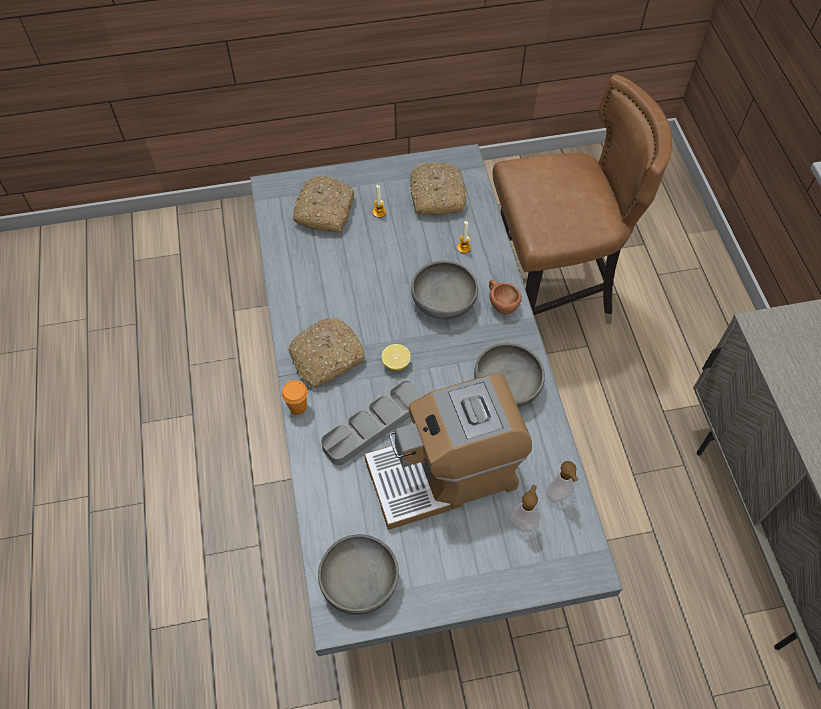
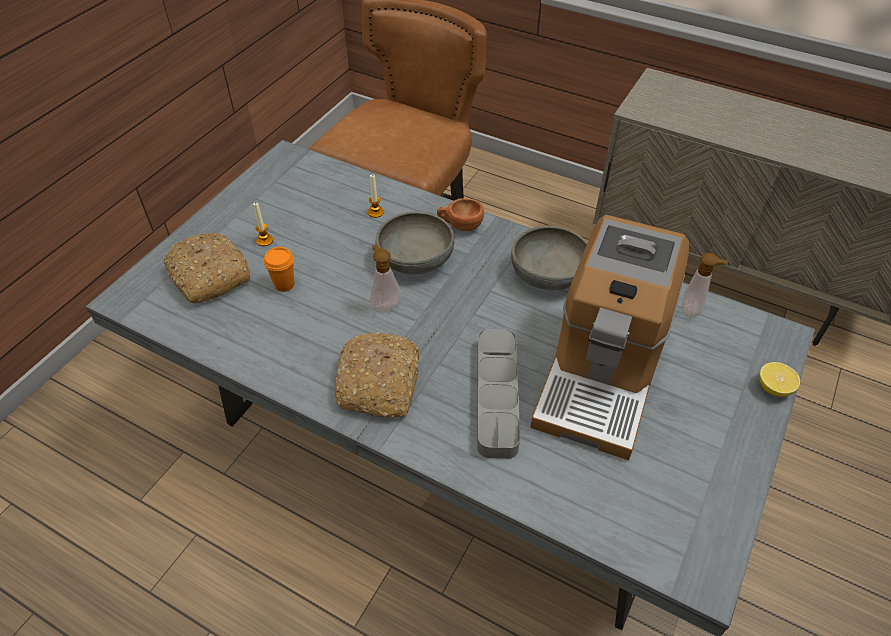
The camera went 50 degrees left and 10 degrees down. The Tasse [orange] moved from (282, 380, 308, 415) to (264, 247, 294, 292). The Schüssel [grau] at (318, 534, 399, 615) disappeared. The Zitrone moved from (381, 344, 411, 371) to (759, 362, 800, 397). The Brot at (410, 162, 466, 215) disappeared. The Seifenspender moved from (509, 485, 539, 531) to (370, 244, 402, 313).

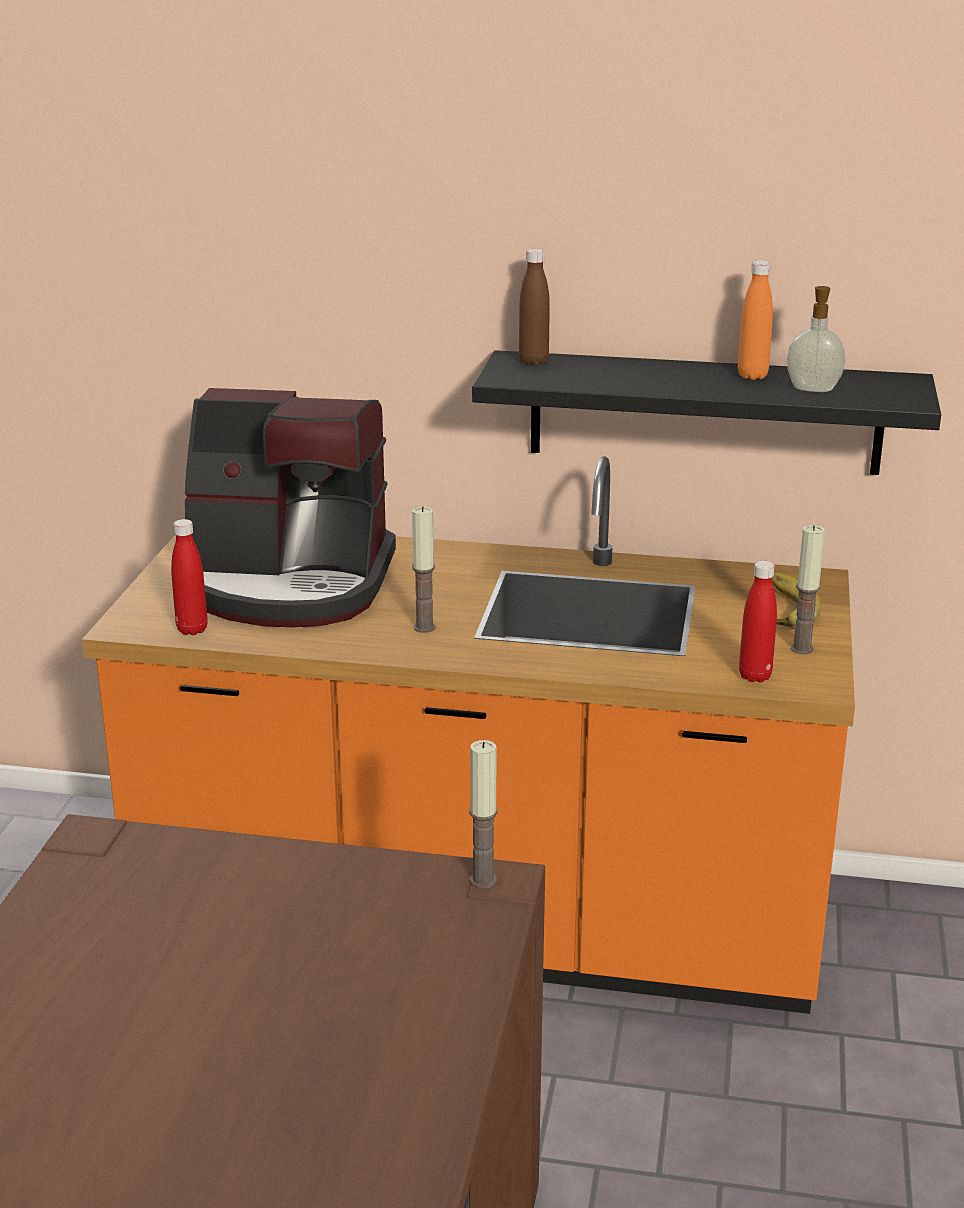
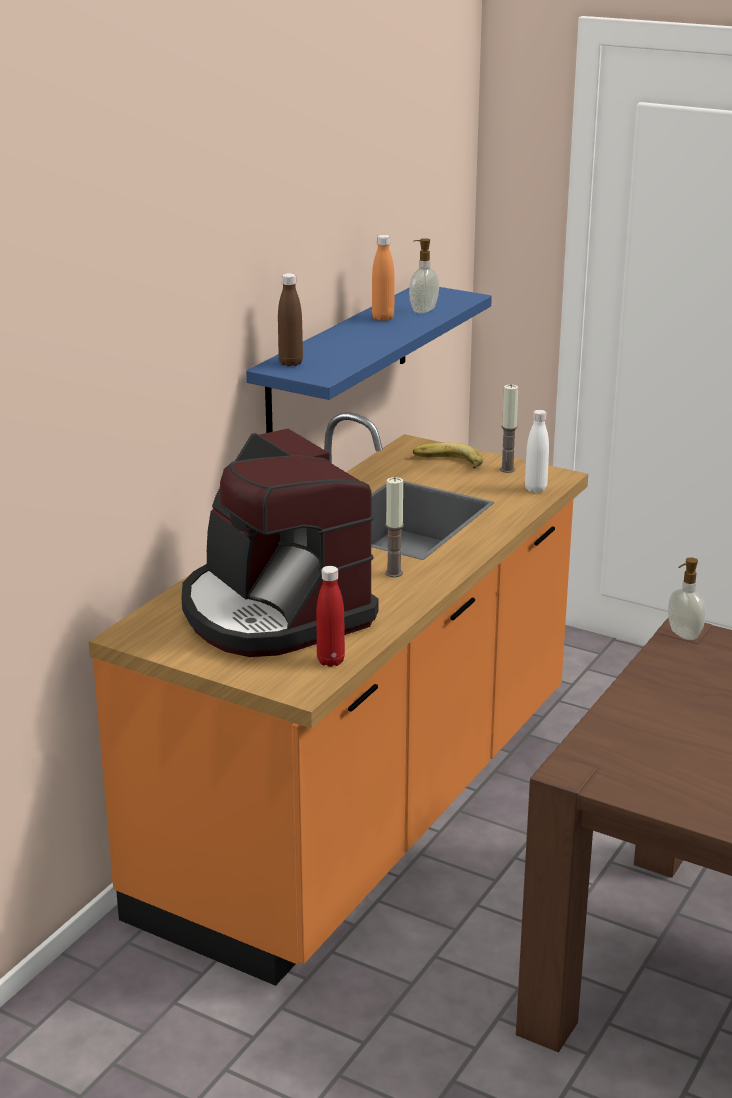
The camera went 70 degrees left and 0 degrees up. The Kaffeemaschine at (185, 388, 396, 627) turned 120 degrees clockwise. The Kerze at (469, 740, 498, 889) was replaced by the Seifenspender at (668, 557, 705, 640). The Wandregal [schwarz] at (472, 350, 941, 475) became the Wandregal [blau] at (246, 287, 492, 433). The Flasche [rot] at (739, 561, 777, 682) became the Flasche [weiß] at (525, 410, 549, 493).

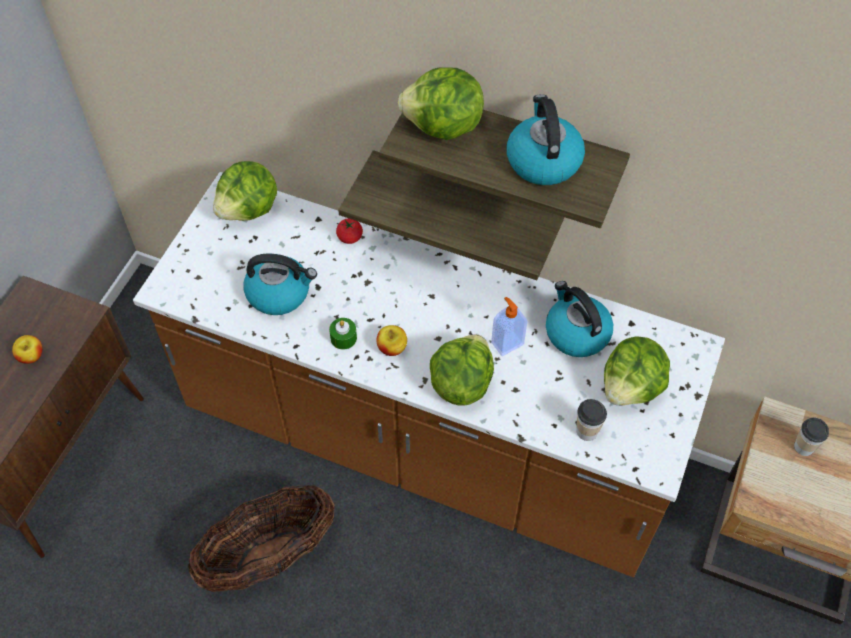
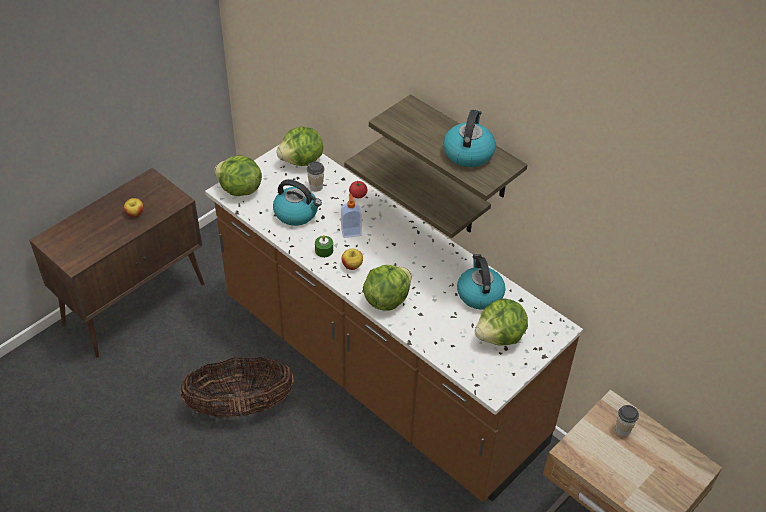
The camera went 20 degrees right and 10 degrees down. The Salatkopf moved from (398, 67, 484, 140) to (215, 155, 262, 196). The Seifenspender moved from (491, 297, 527, 356) to (341, 194, 362, 238). The Tasse moved from (576, 399, 607, 441) to (307, 161, 325, 192).

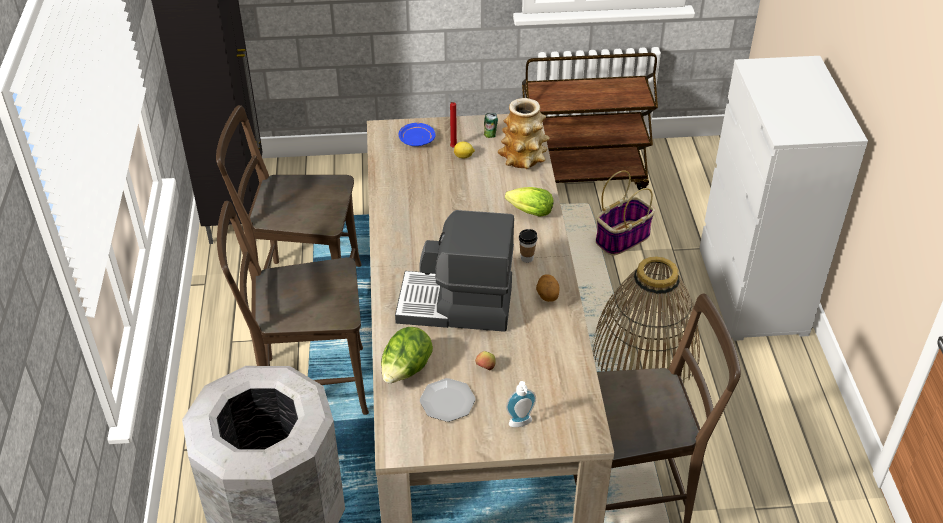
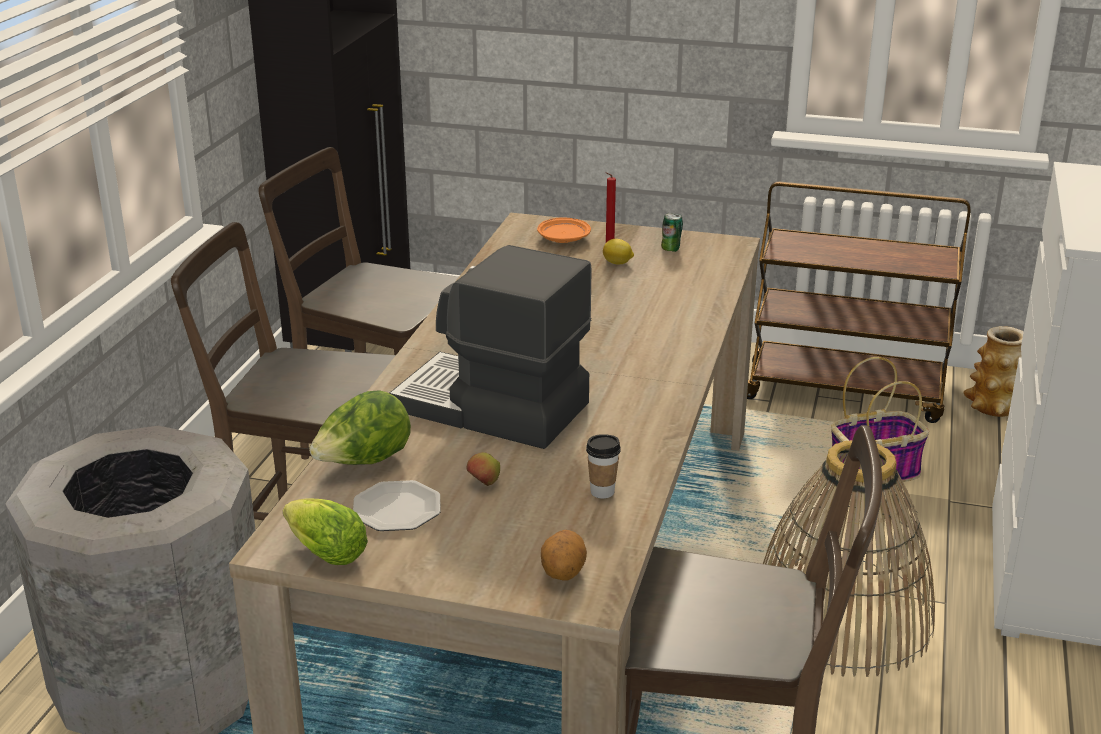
The camera went 20 degrees right and 15 degrees down. The Teller [blau] at (398, 123, 436, 146) became the Teller [orange] at (537, 218, 591, 243). The Vase moved from (498, 98, 550, 169) to (964, 326, 1024, 417). The Salatkopf moved from (505, 187, 554, 217) to (283, 498, 368, 565). The Seifenspender at (506, 381, 536, 427) disappeared. The Tasse moved from (519, 229, 538, 263) to (586, 434, 621, 499). The Kartoffel moved from (536, 274, 560, 302) to (541, 530, 587, 580).

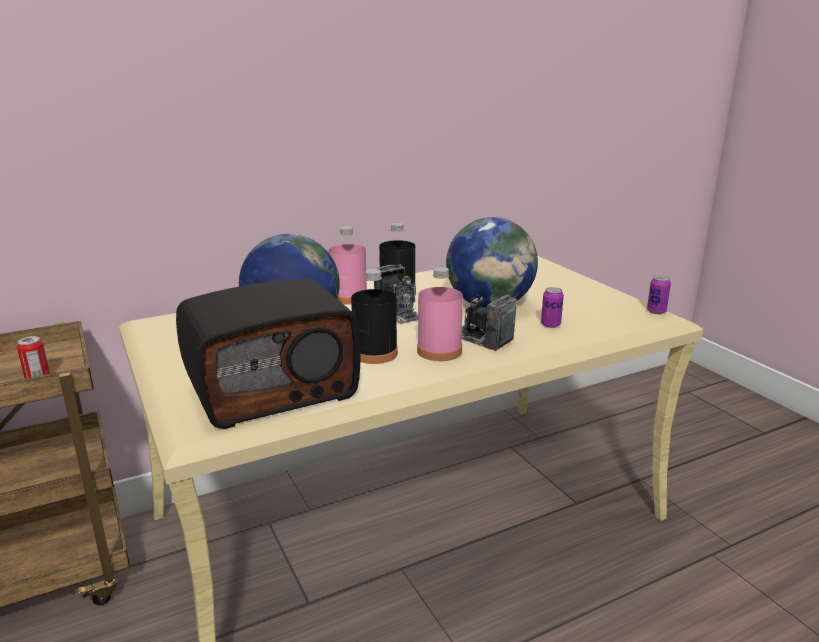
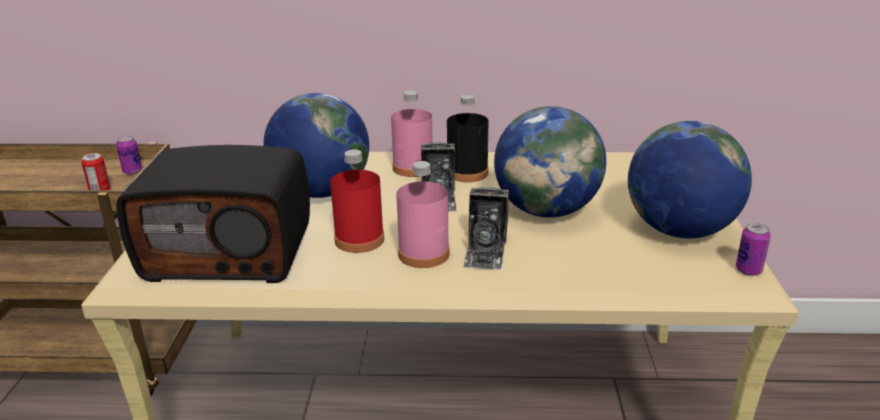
The camera went 30 degrees right and 5 degrees up. The Flasche [schwarz] at (351, 269, 398, 364) became the Flasche [rot] at (330, 149, 384, 253). The Kamera at (462, 295, 517, 351) turned 150 degrees counterclockwise. The Dose moved from (541, 287, 564, 328) to (116, 136, 142, 175). The Globus at (628, 121, 752, 238) appeared.

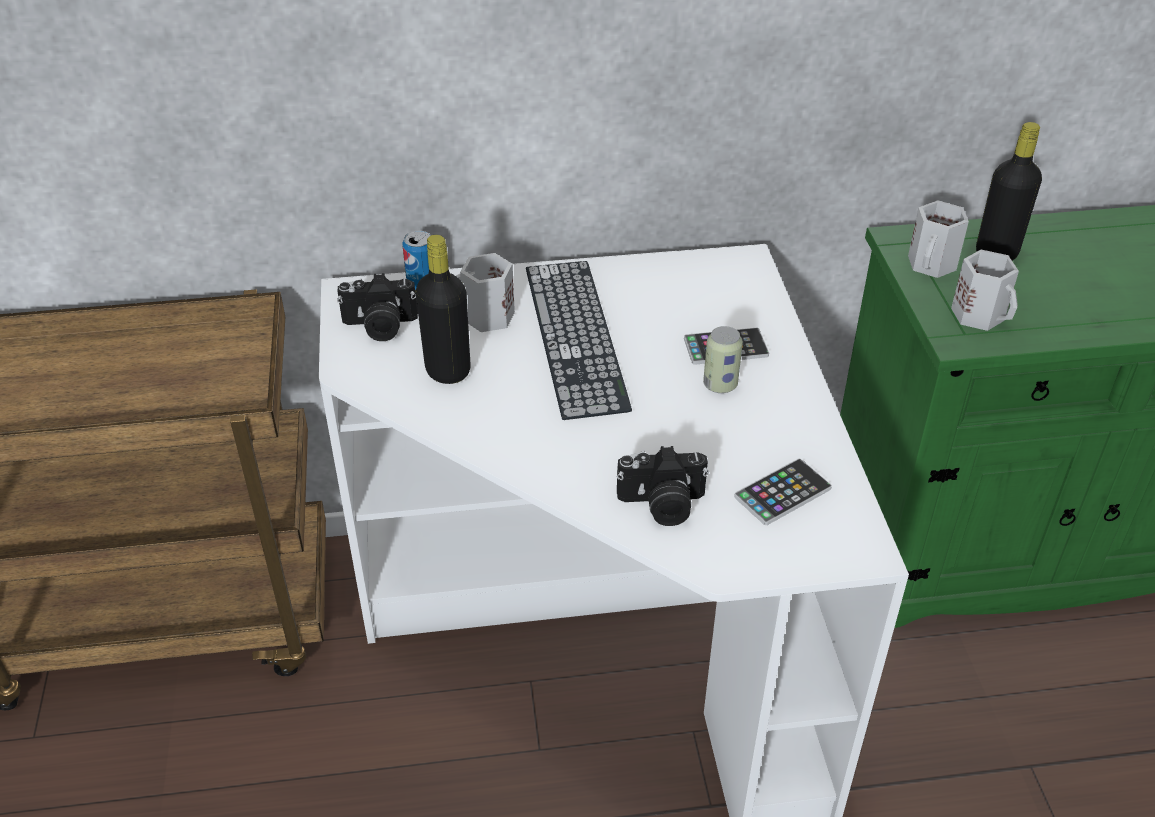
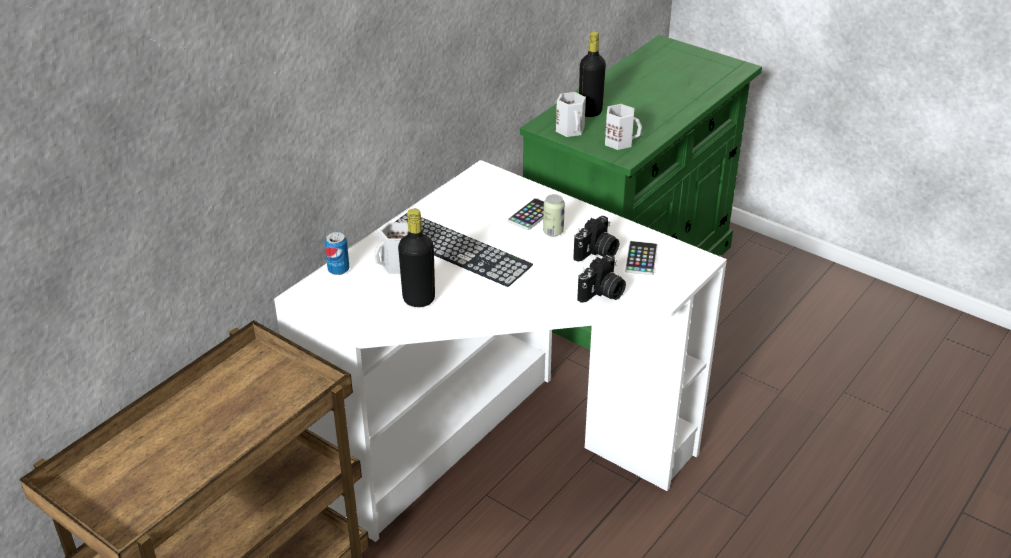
The camera went 45 degrees left and 5 degrees down. The Kamera moved from (337, 273, 418, 341) to (573, 216, 619, 262).

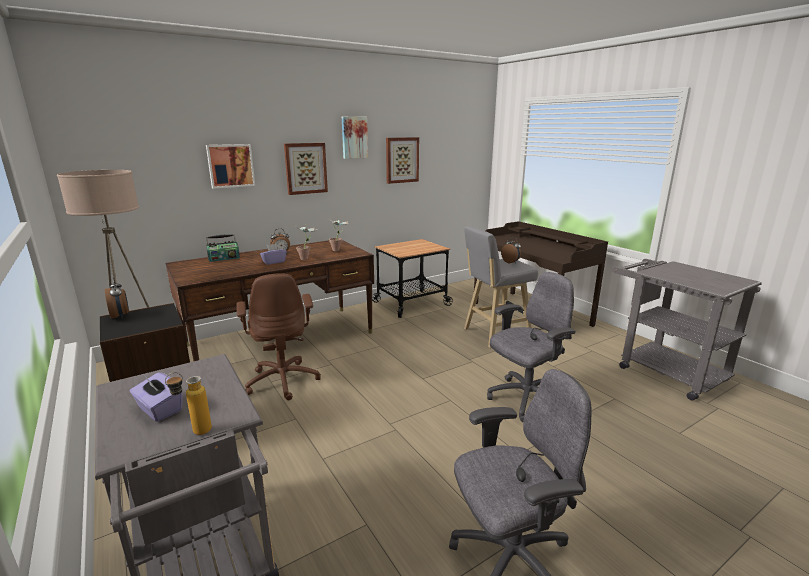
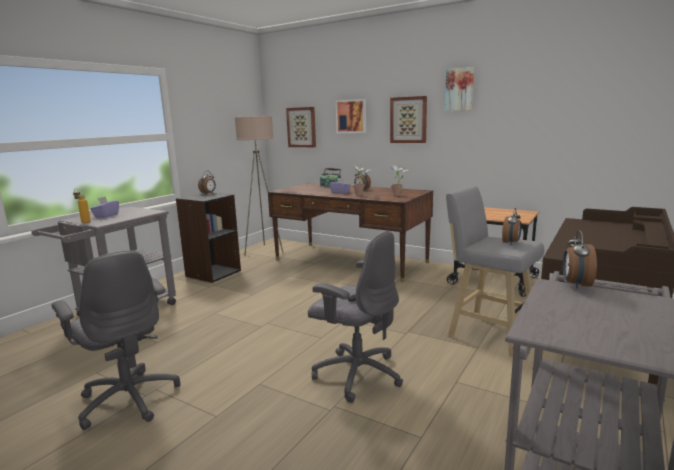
The camera went 65 degrees right and 5 degrees down. The Bürostuhl [braun] at (237, 273, 321, 400) disappeared. The Bild moved from (386, 137, 419, 184) to (286, 107, 316, 147). The Wecker at (563, 230, 597, 289) appeared.

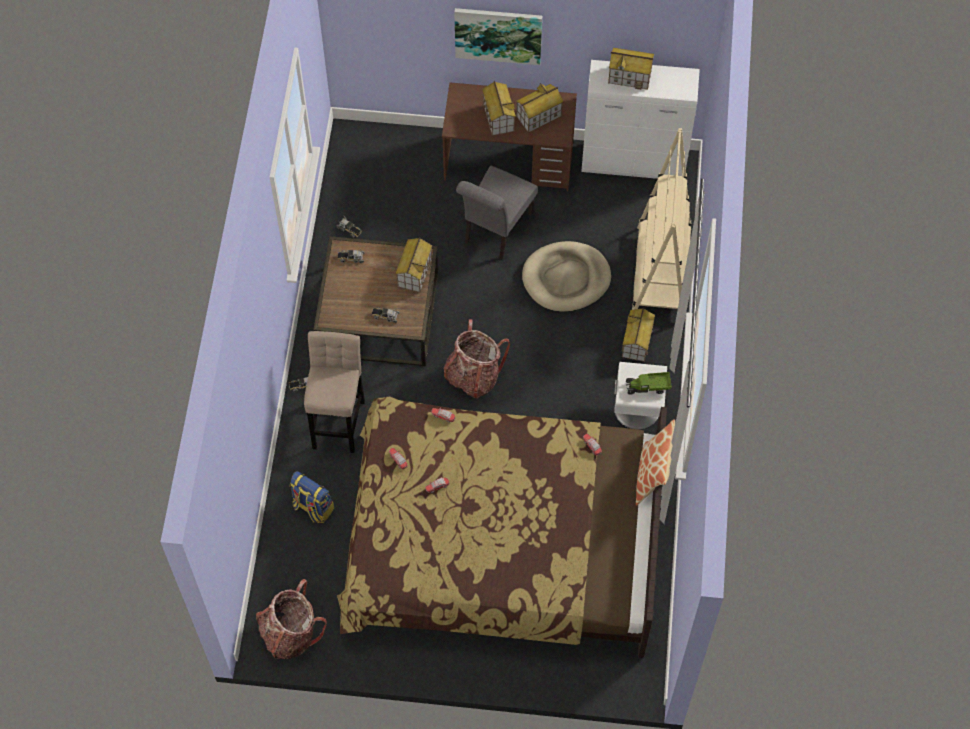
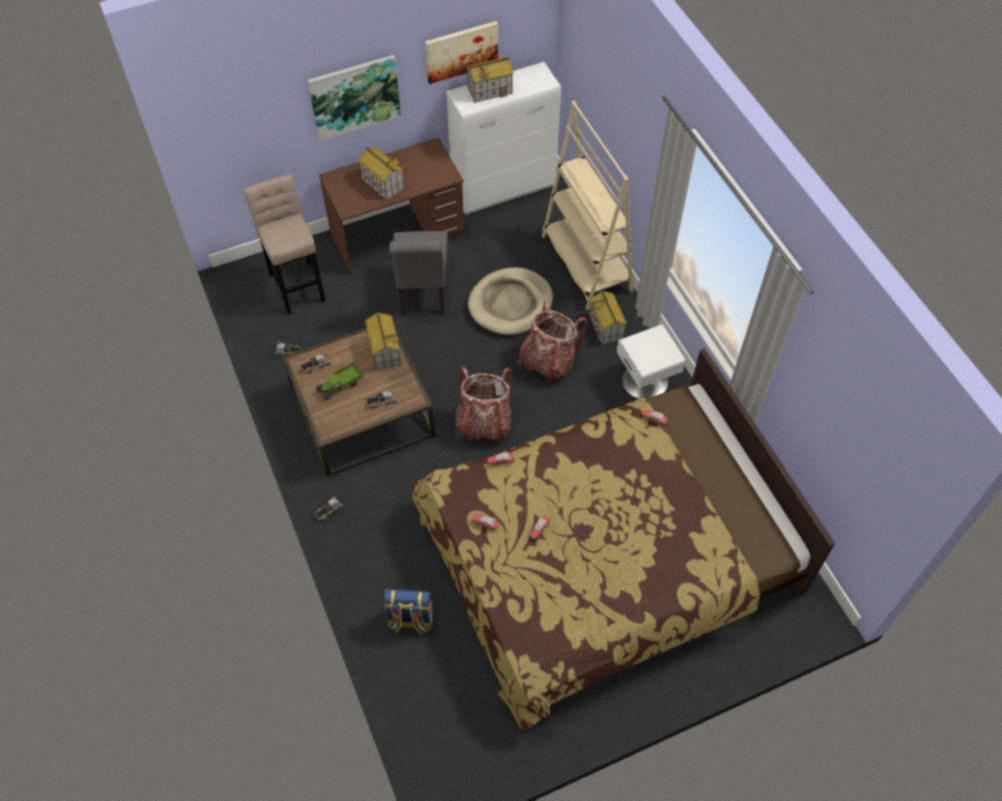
The camera went 30 degrees left and 5 degrees down. The Rucksack moved from (256, 579, 327, 659) to (519, 301, 587, 381). The Hocker [beige] moved from (304, 331, 365, 453) to (244, 174, 326, 314). The Spielzeughaus at (516, 83, 564, 133) disappeared. The Spielzeuglaster moved from (626, 372, 672, 395) to (316, 362, 363, 401). The Kissen at (636, 419, 675, 505) disappeared. The Bild at (425, 21, 498, 84) appeared.

